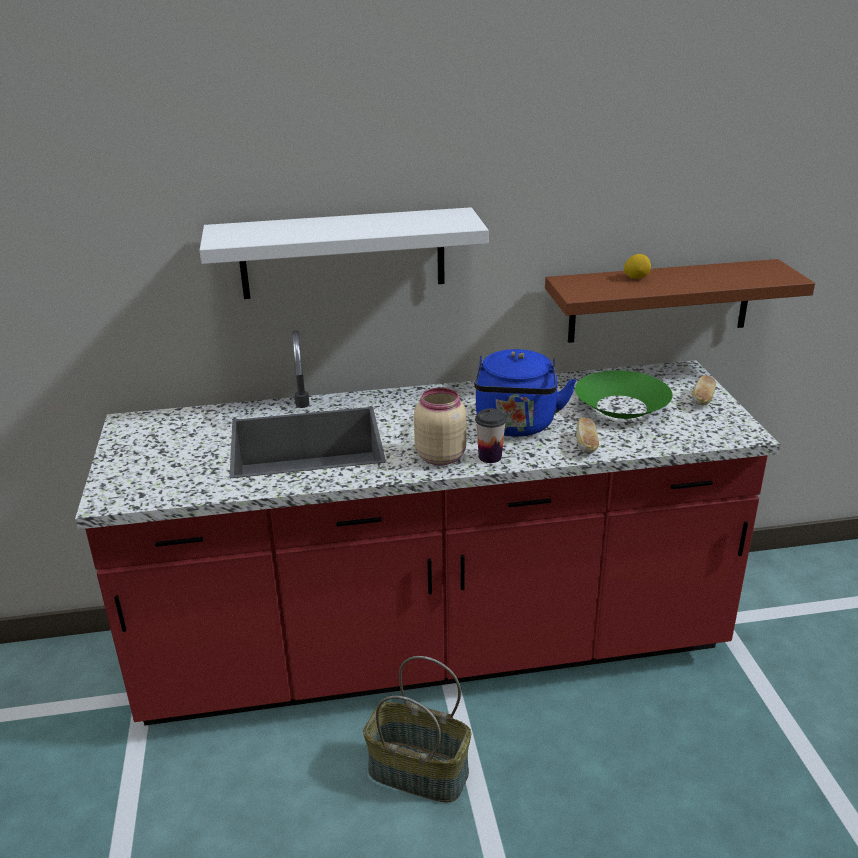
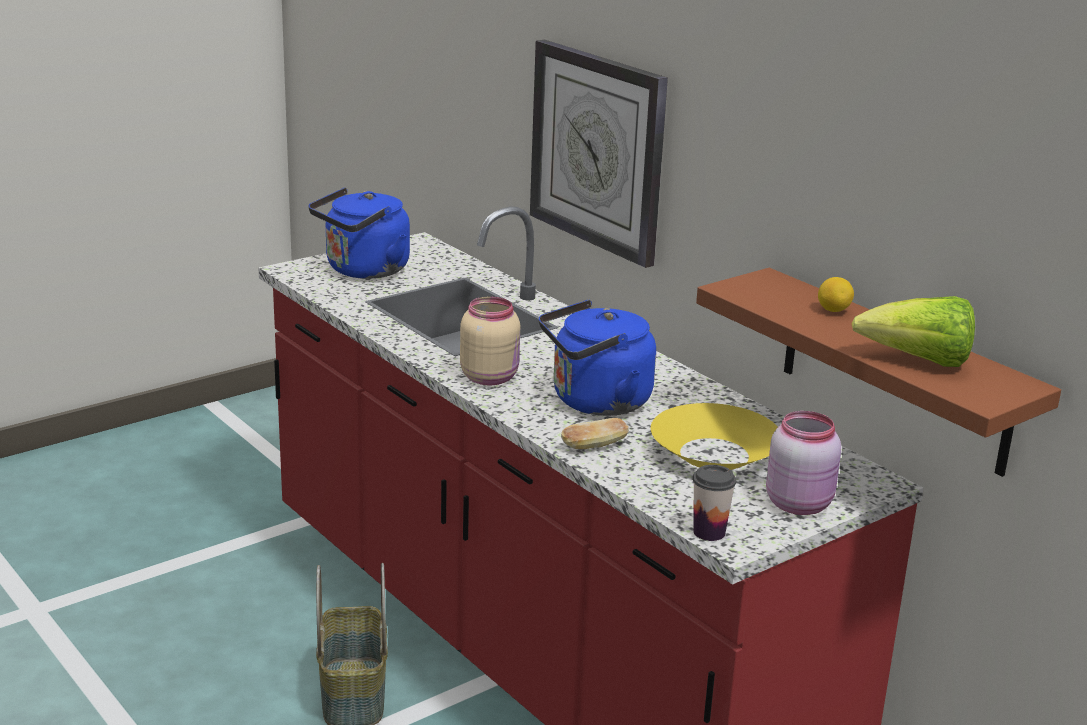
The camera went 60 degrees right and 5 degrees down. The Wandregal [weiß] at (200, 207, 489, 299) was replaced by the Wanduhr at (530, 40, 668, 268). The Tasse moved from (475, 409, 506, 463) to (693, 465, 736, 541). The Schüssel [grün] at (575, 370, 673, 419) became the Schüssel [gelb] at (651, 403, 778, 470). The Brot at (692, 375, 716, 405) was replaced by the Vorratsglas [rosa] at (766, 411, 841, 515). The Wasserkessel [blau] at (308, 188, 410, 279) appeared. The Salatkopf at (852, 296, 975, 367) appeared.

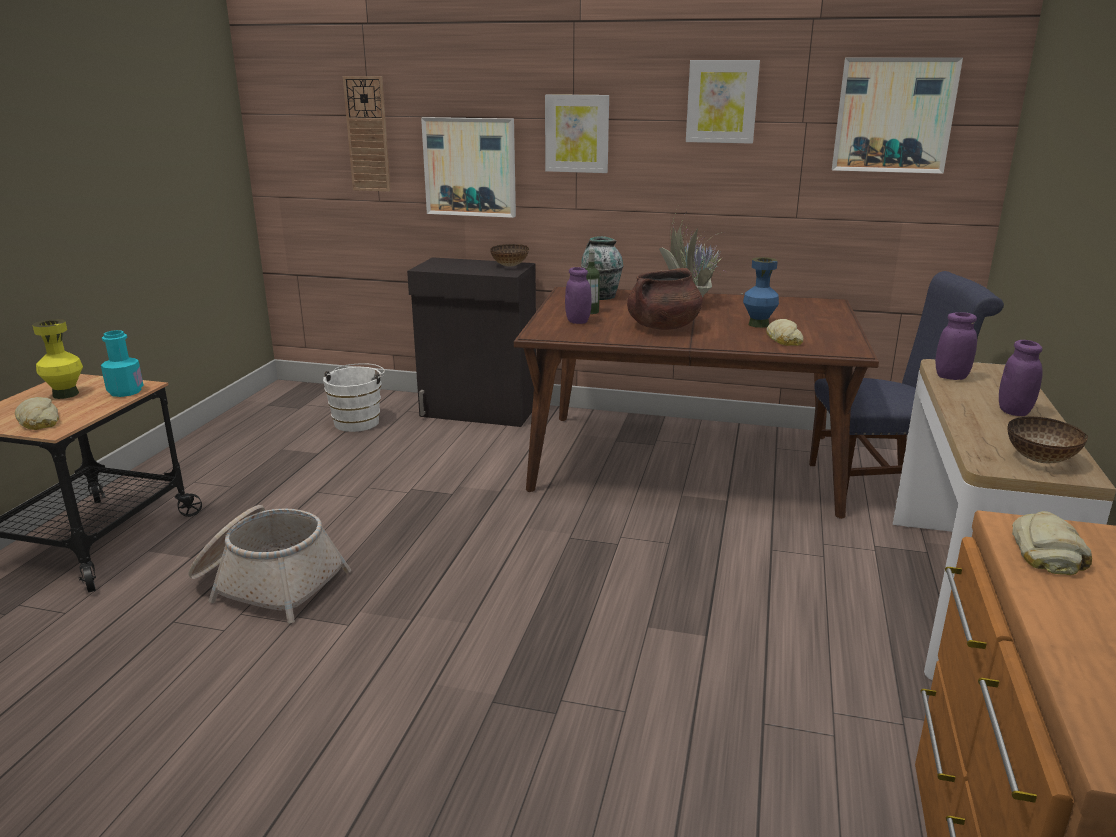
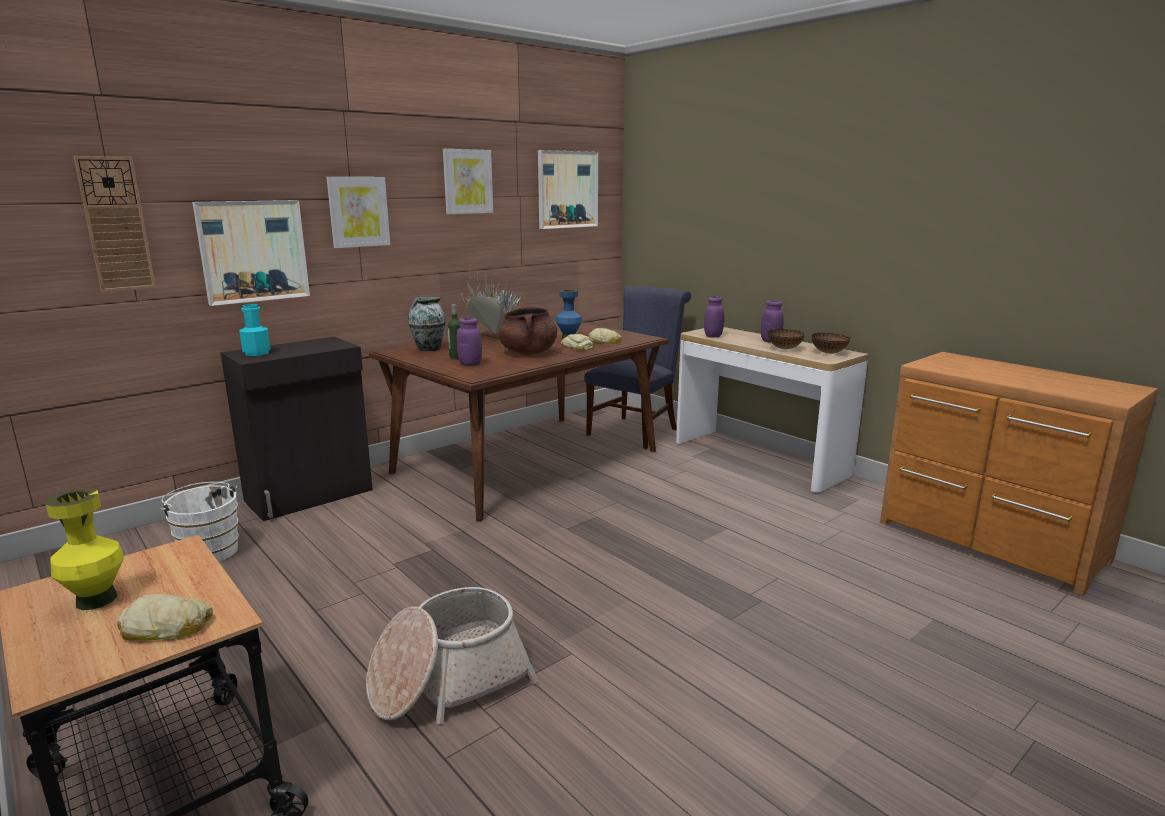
The camera went 55 degrees left and 5 degrees down. The Flasche [türkis] moved from (101, 330, 144, 397) to (239, 304, 270, 356). The Schüssel moved from (490, 244, 529, 267) to (768, 329, 805, 350). The Brot moved from (1012, 511, 1092, 575) to (561, 334, 594, 351).

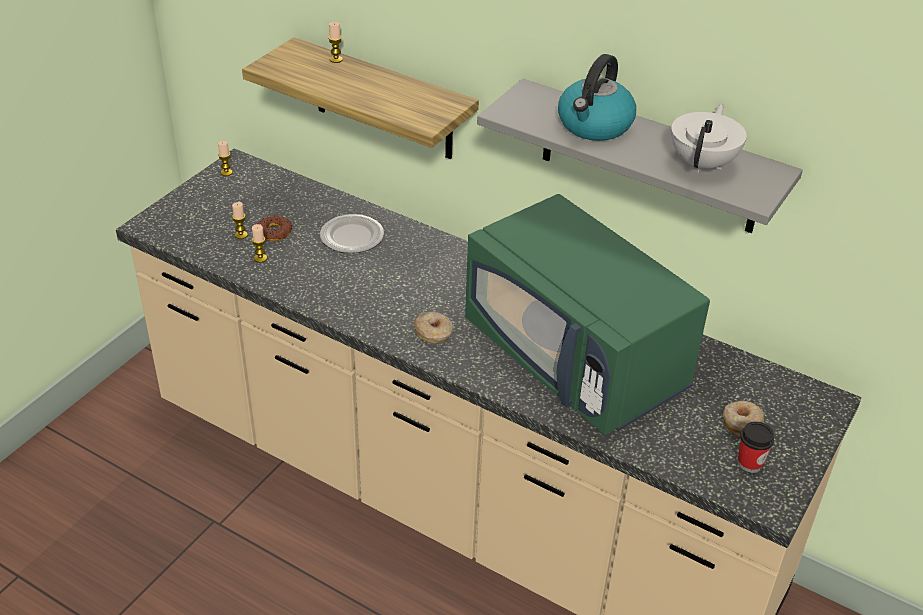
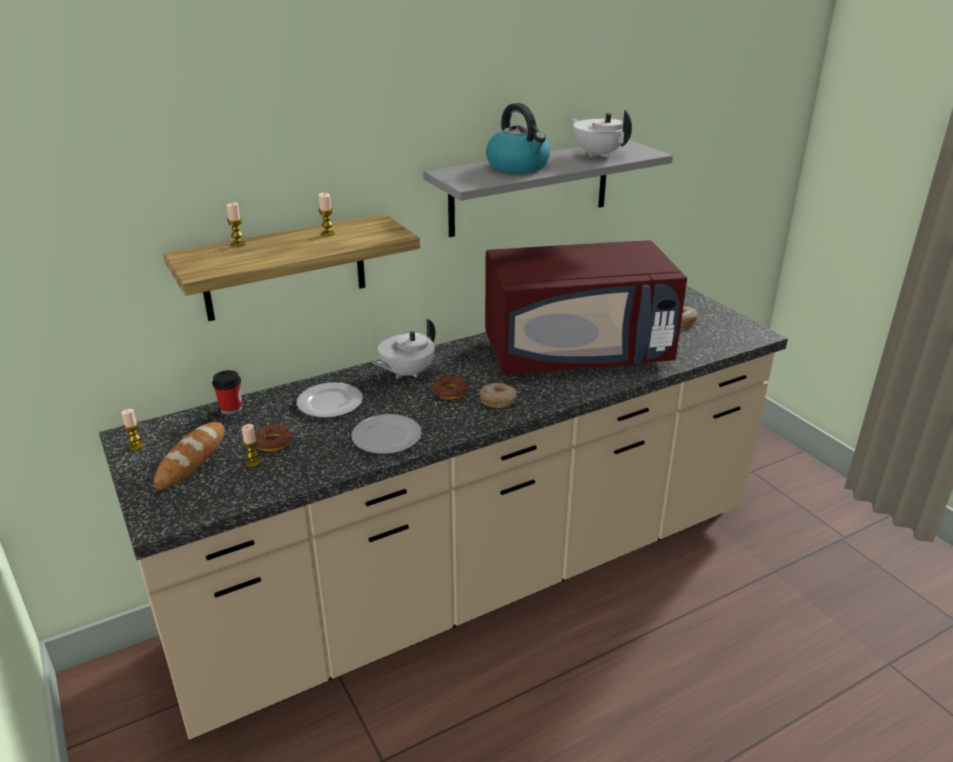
The camera went 60 degrees left and 10 degrees down. The Kerze moved from (252, 224, 267, 263) to (318, 193, 335, 236). The Mikrowelle [grün] at (465, 194, 710, 435) became the Mikrowelle [rot] at (485, 240, 687, 375). The Tasse moved from (738, 421, 774, 473) to (212, 370, 242, 415). The Brot at (154, 422, 225, 490) appeared. The Teller at (352, 414, 422, 454) appeared. The Teekanne [weiß] at (373, 319, 435, 379) appeared. The Donut at (433, 376, 469, 399) appeared.

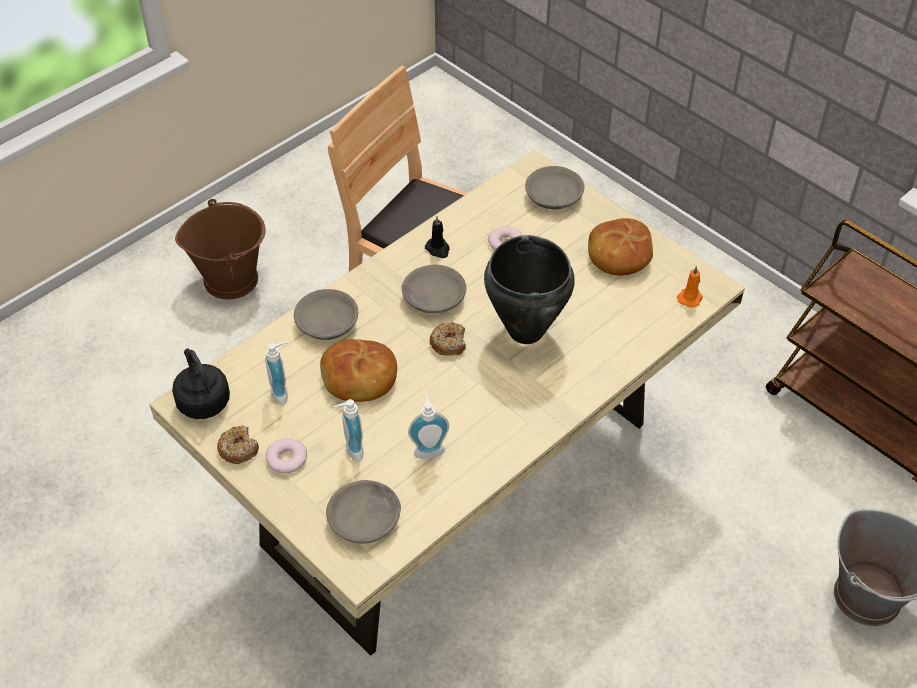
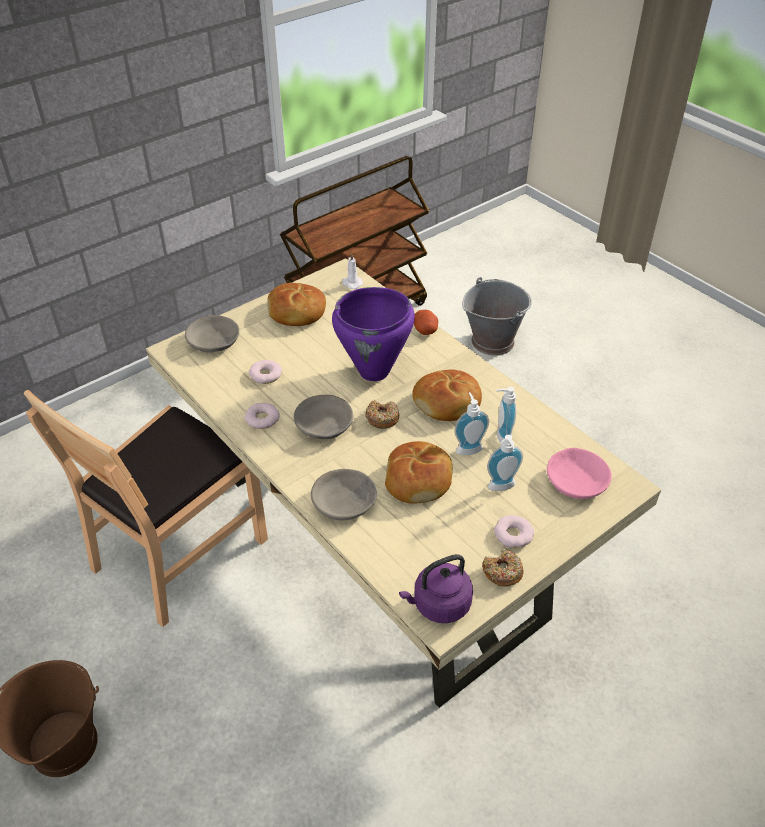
The camera went 85 degrees left and 5 degrees down. The Wasserkessel [schwarz] at (172, 348, 230, 419) became the Wasserkessel [lila] at (399, 554, 473, 623). The Seifenspender moved from (265, 342, 288, 405) to (454, 392, 489, 455). The Schüssel [grau] at (326, 480, 401, 543) became the Schüssel [rosa] at (547, 448, 612, 499). The Kerze [schwarz] at (425, 216, 450, 258) was replaced by the Donut at (244, 403, 280, 429). The Kochtopf [schwarz] at (484, 235, 575, 344) became the Kochtopf [lila] at (332, 287, 415, 381). The Kerze [orange] at (677, 266, 703, 308) became the Kerze [weiß] at (342, 253, 363, 289). The Brot at (412, 370, 482, 421) appeared. The Kartoffel at (414, 310, 438, 335) appeared.

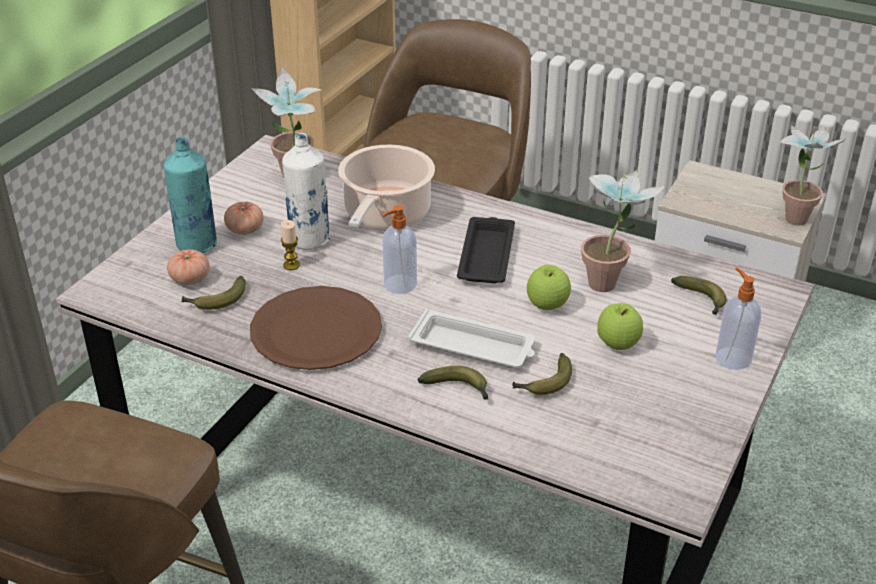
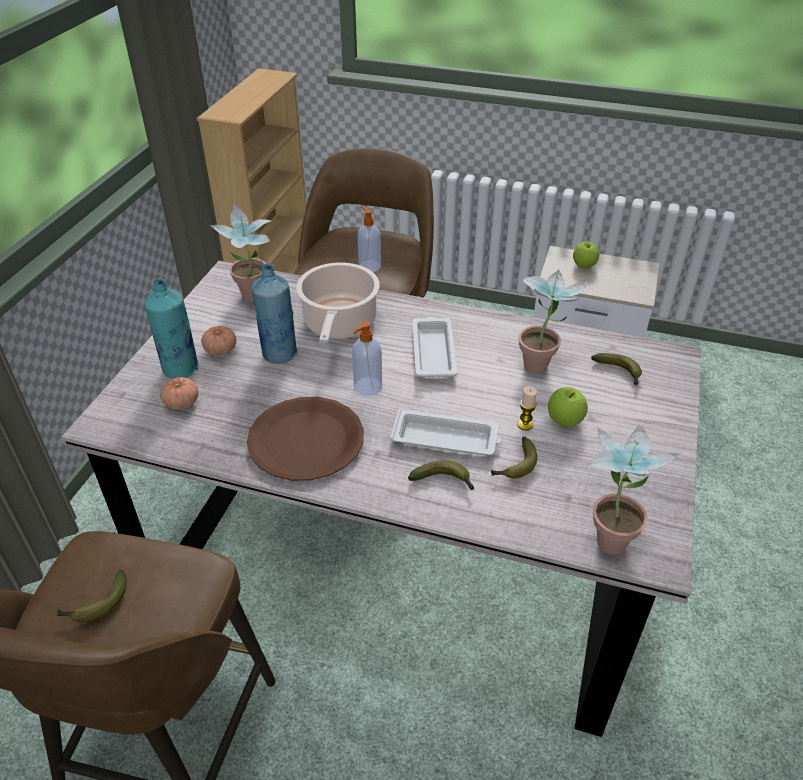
The camera went 10 degrees left and 5 degrees up. The Banane moved from (181, 276, 246, 310) to (57, 570, 127, 622). The Kerze moved from (281, 220, 300, 270) to (517, 386, 537, 430). The Flasche [weiß] at (282, 133, 330, 250) became the Flasche [blau] at (252, 264, 297, 364). The Tablett [schwarz] at (457, 217, 515, 283) became the Tablett [weiß] at (413, 317, 457, 377). The Apfel moved from (527, 265, 571, 310) to (573, 241, 599, 269). The Seifenspender moved from (716, 267, 761, 370) to (358, 206, 381, 272). The Topfpflanze moved from (779, 125, 847, 226) to (588, 424, 681, 555).

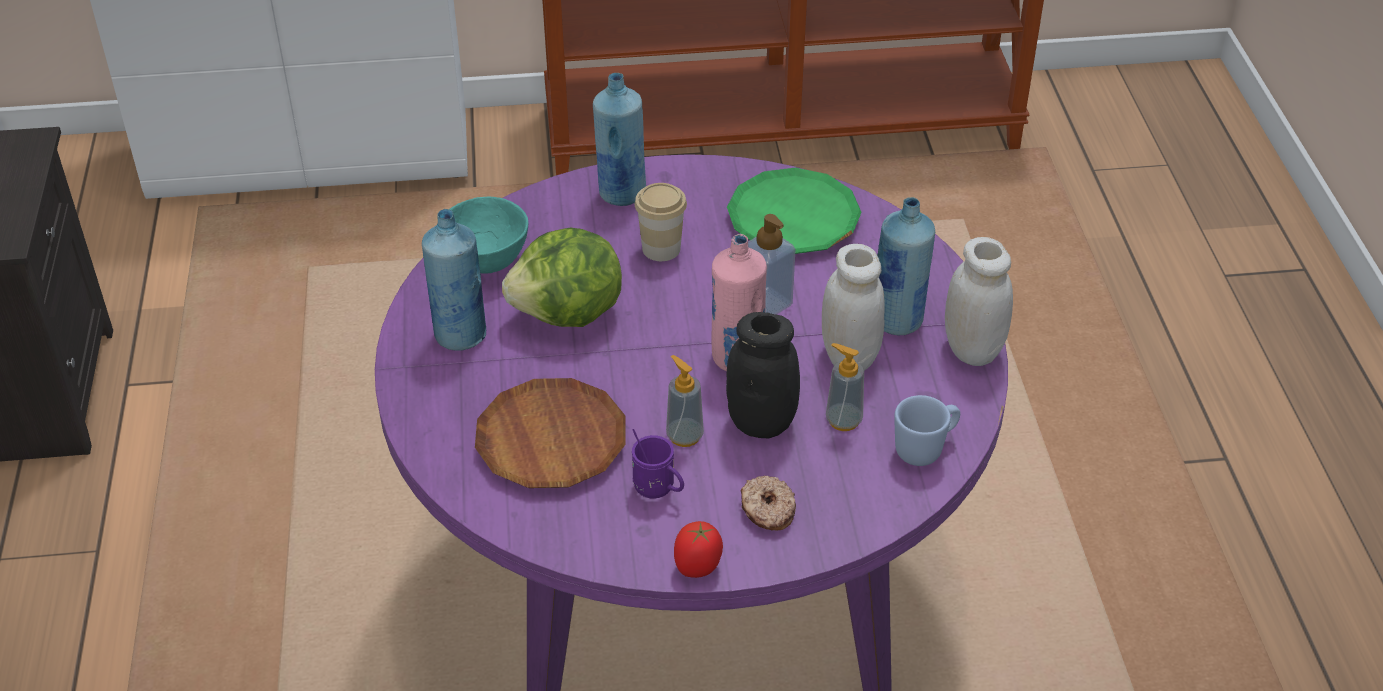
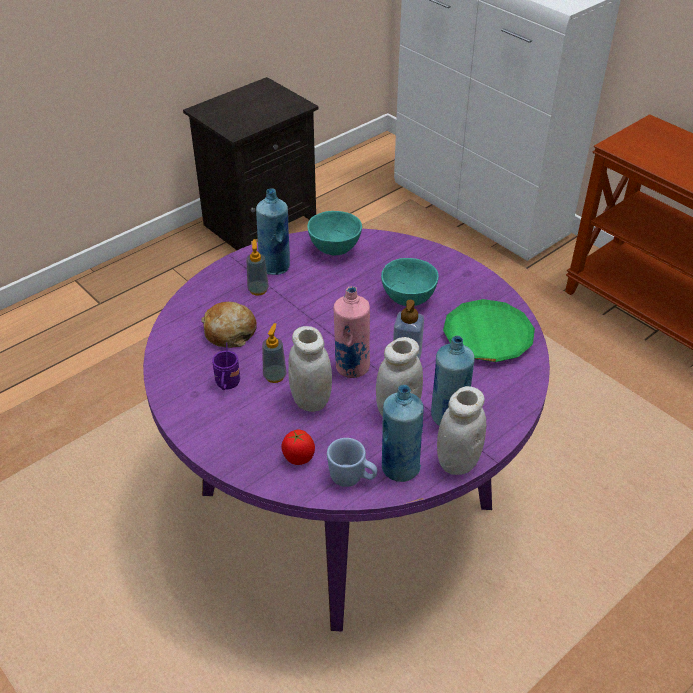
The camera went 55 degrees right and 0 degrees up. The Teller [braun] at (475, 378, 626, 488) was replaced by the Brot at (201, 302, 257, 348). The Salatkopf at (502, 228, 622, 327) disappeared. The Flasche [blau] moved from (593, 73, 646, 206) to (382, 385, 424, 482). The Tasse at (635, 183, 687, 261) was replaced by the Schüssel [türkis] at (381, 258, 439, 306). The Tomate moved from (674, 521, 723, 578) to (281, 429, 315, 465). The Vorratsglas [schwarz] at (726, 312, 800, 438) became the Vorratsglas [weiß] at (288, 326, 332, 412). The Donut at (741, 476, 796, 531) disappeared. The Seifenspender moved from (826, 343, 864, 431) to (246, 239, 269, 296).

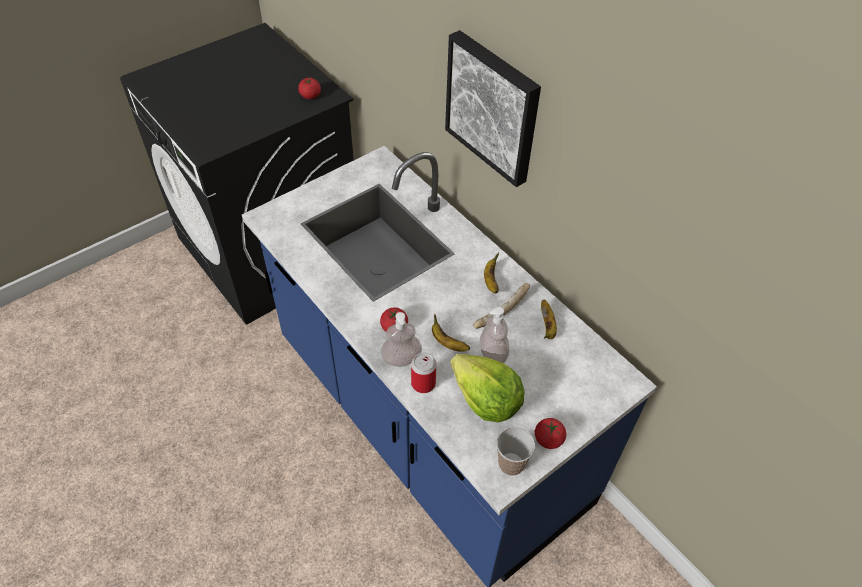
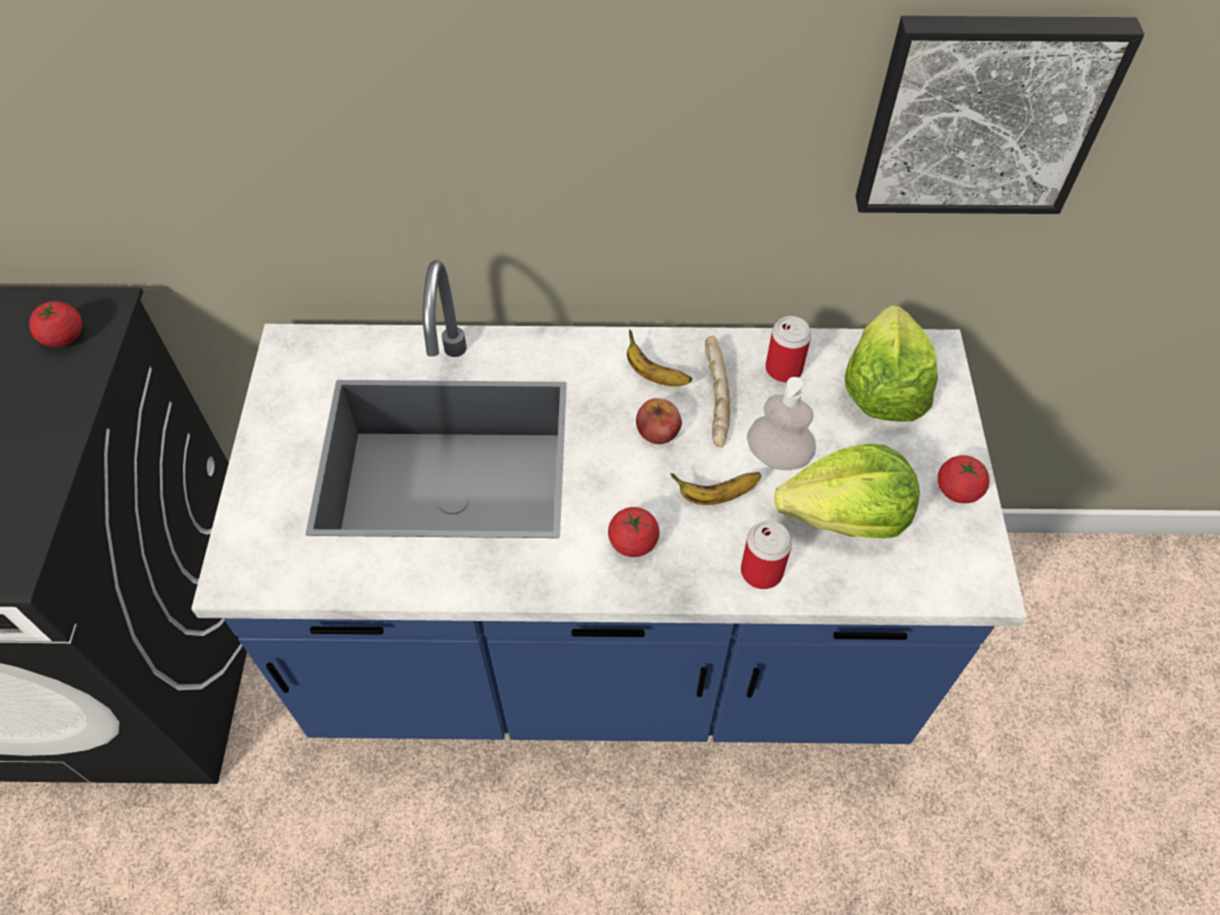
The camera went 50 degrees left and 5 degrees up. The Seifenspender at (381, 312, 422, 367) disappeared. The Bild moved from (445, 30, 541, 187) to (856, 16, 1144, 214). The Tasse at (496, 427, 535, 476) disappeared. The Banane at (541, 299, 557, 339) was replaced by the Dose at (765, 316, 811, 382). The Apfel at (636, 398, 682, 444) appeared. The Salatkopf at (845, 306, 938, 421) appeared.

